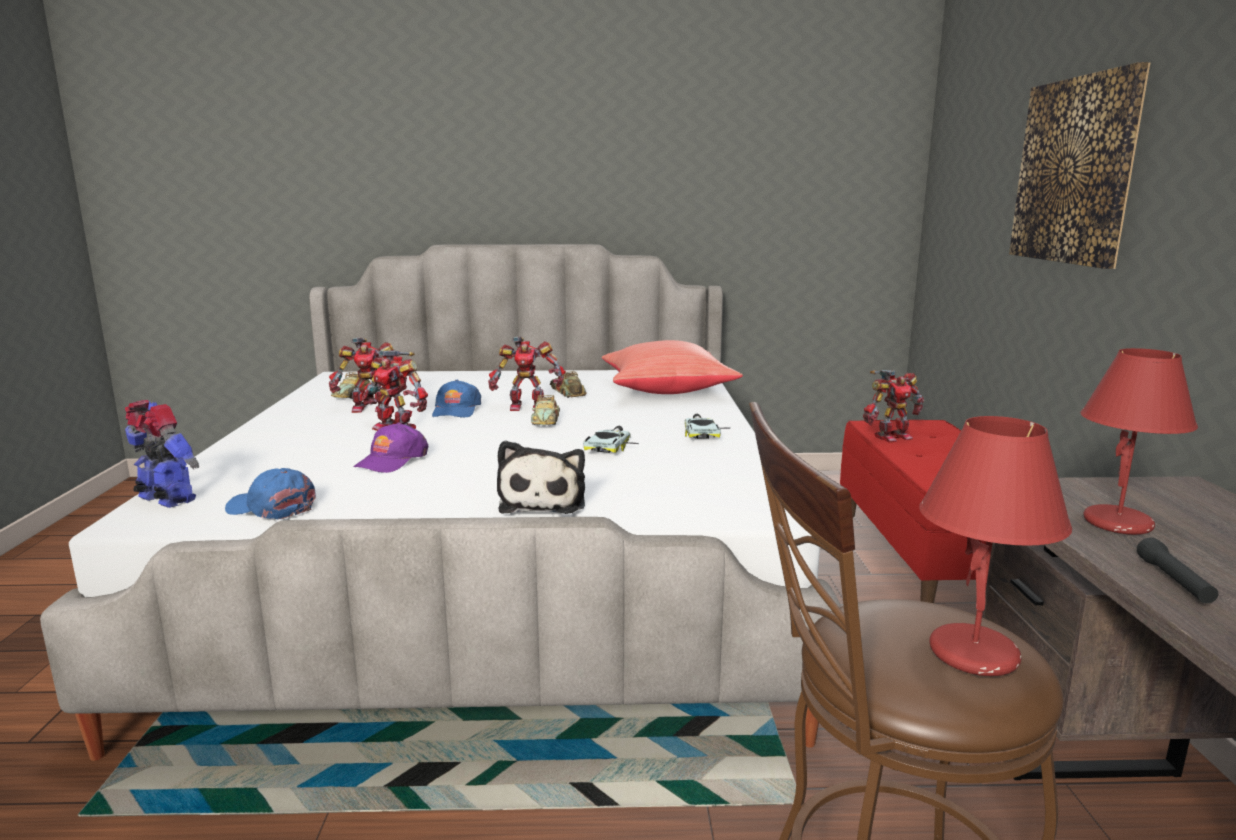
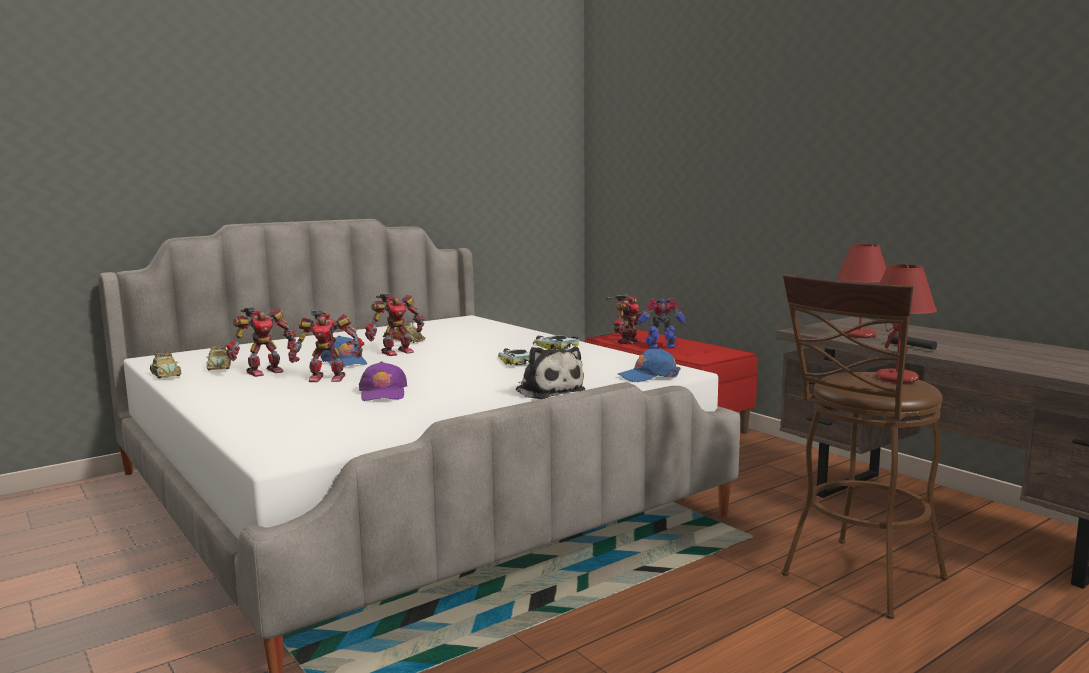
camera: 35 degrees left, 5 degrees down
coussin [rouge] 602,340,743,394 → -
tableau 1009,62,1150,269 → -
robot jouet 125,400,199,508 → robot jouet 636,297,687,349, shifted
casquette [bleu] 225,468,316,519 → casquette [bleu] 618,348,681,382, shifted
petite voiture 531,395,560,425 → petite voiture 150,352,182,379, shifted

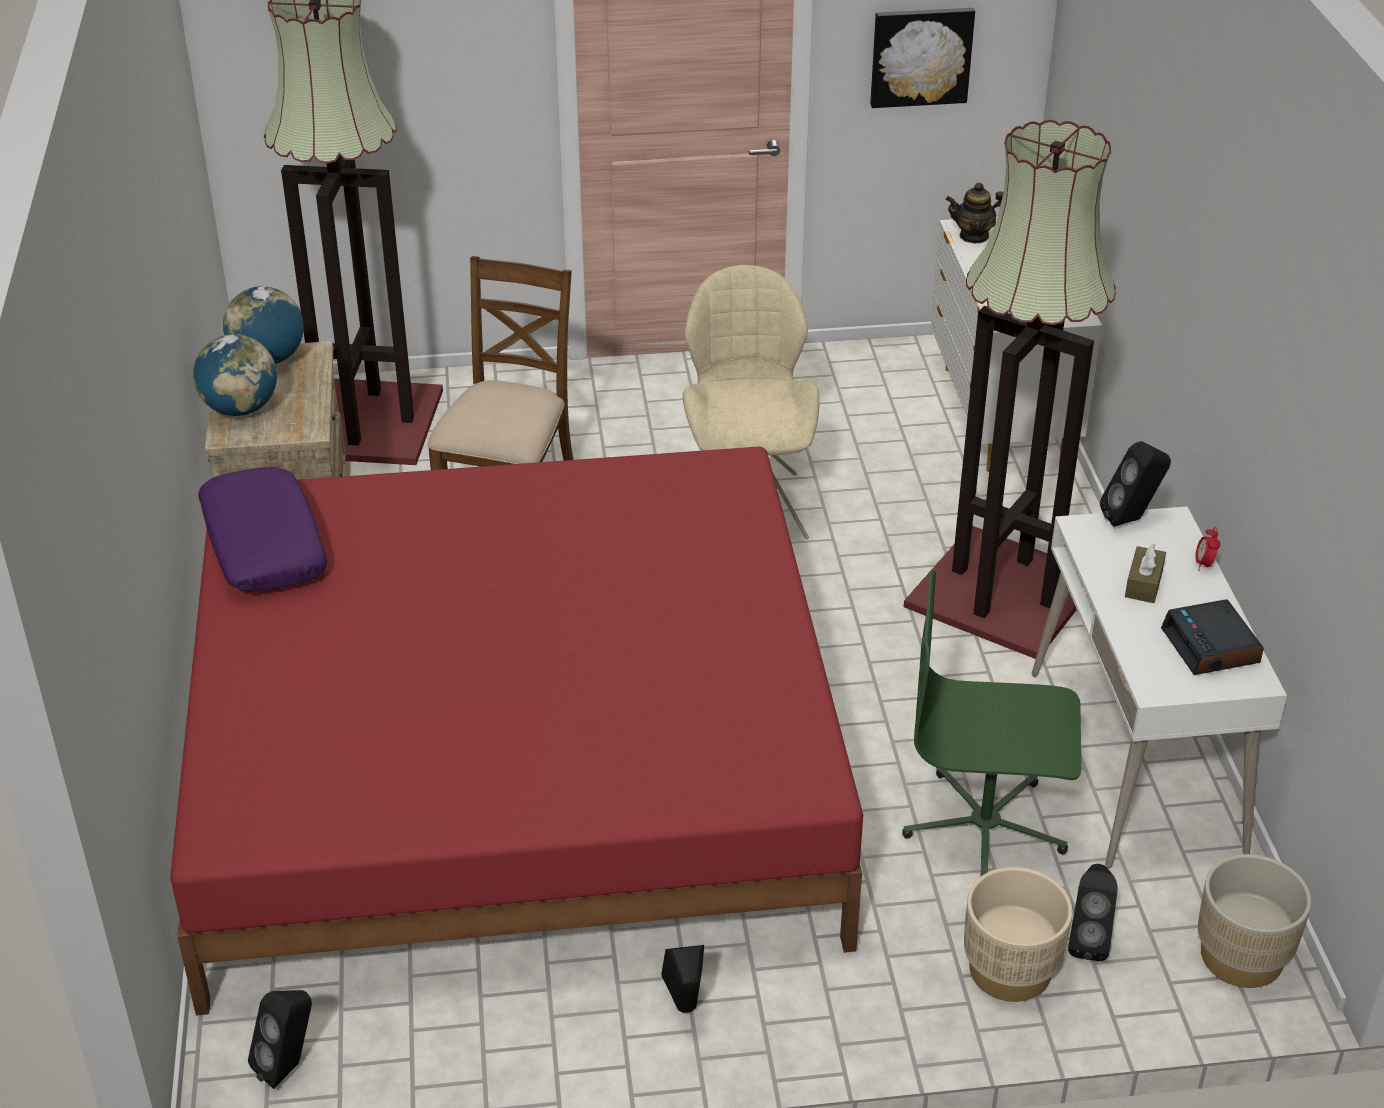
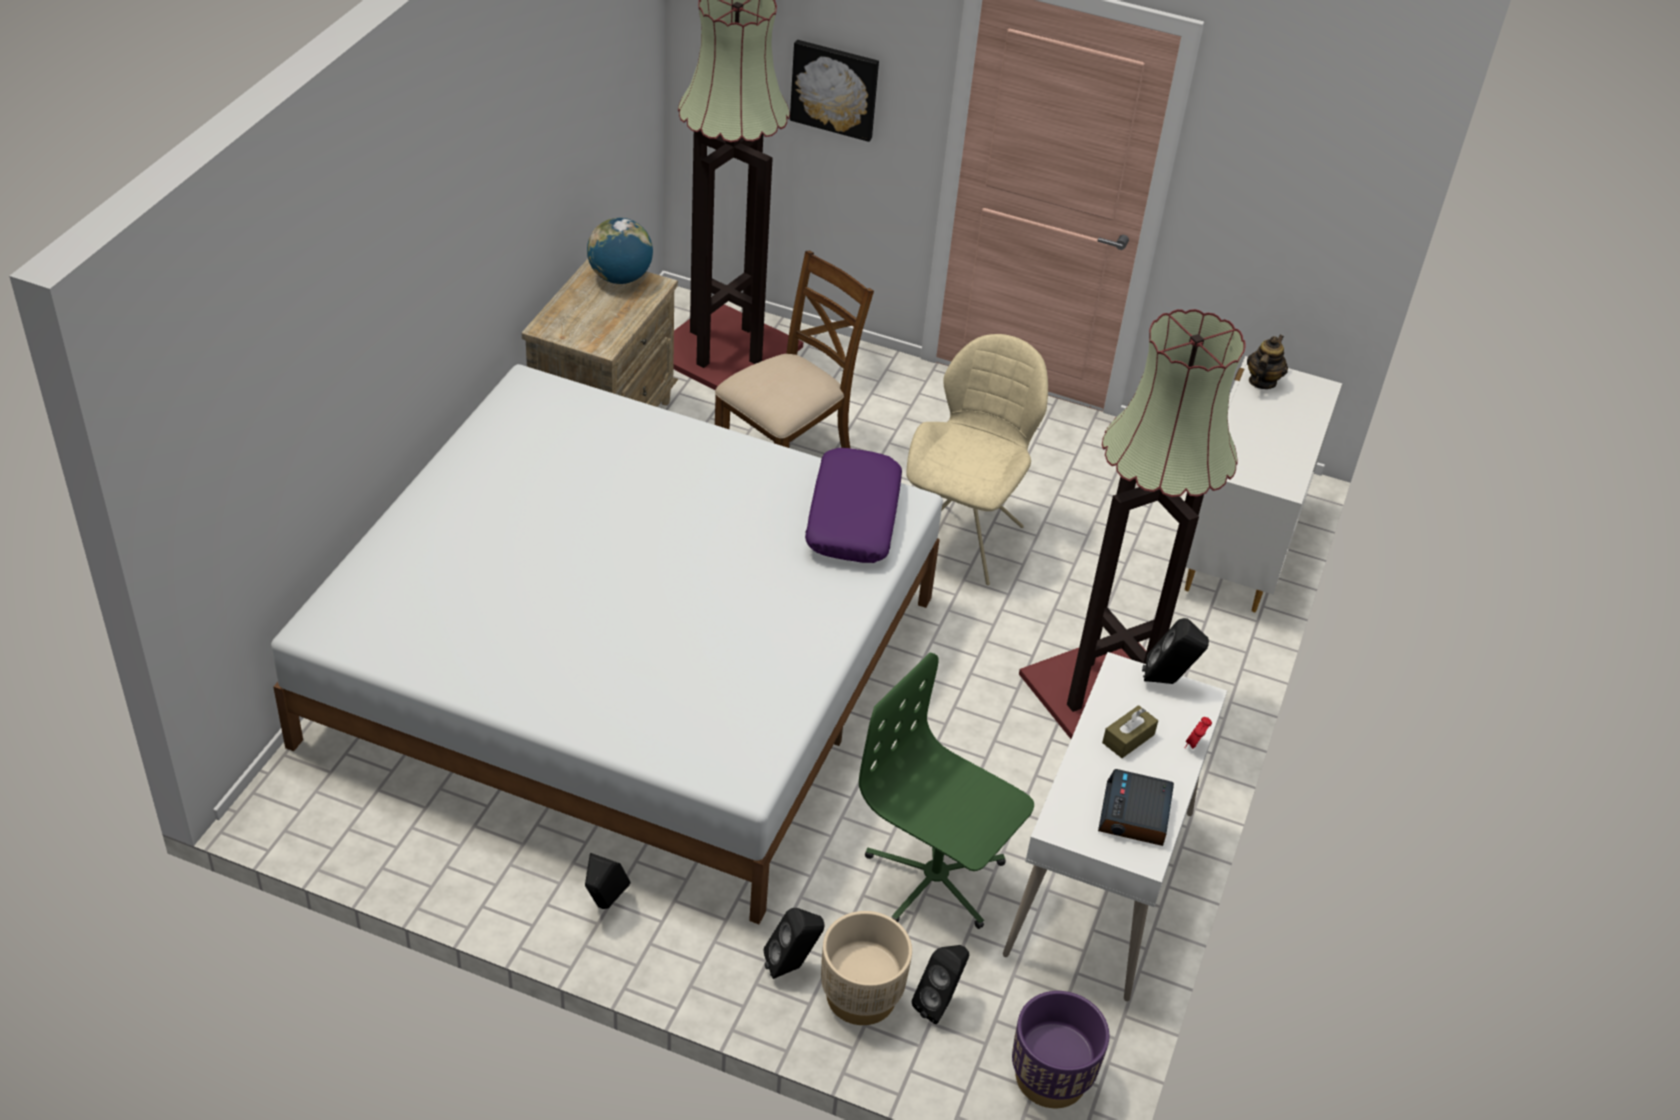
camera: 25 degrees right, 5 degrees up
globe 193,334,277,416 → -
coussin [violet] 198,467,327,591 → coussin [violet] 805,448,902,563, shifted
enceinte [noir] 248,990,312,1089 → enceinte [noir] 763,908,824,979, shifted
tableau 870,8,975,108 → tableau 790,40,879,142, shifted
lit [rouge] 170,447,863,1016 → lit [blanc] 271,364,943,924
cache-pot [beige] 1198,854,1311,988 → cache-pot [violet] 1012,991,1110,1108
théière 945,182,1004,243 → théière 1247,335,1288,389, 90 degrees clockwise

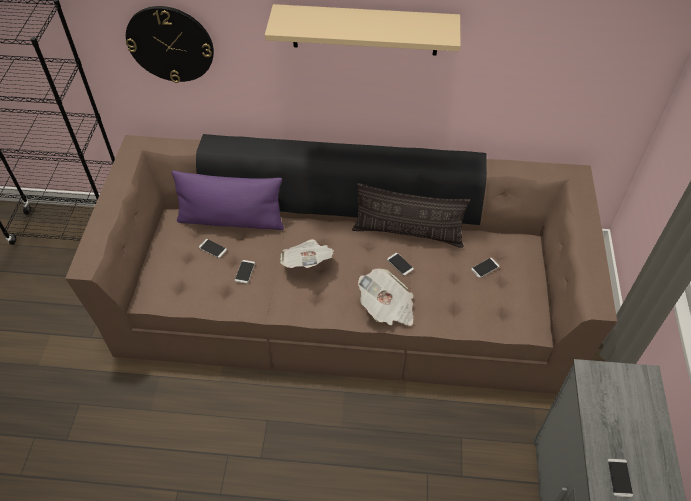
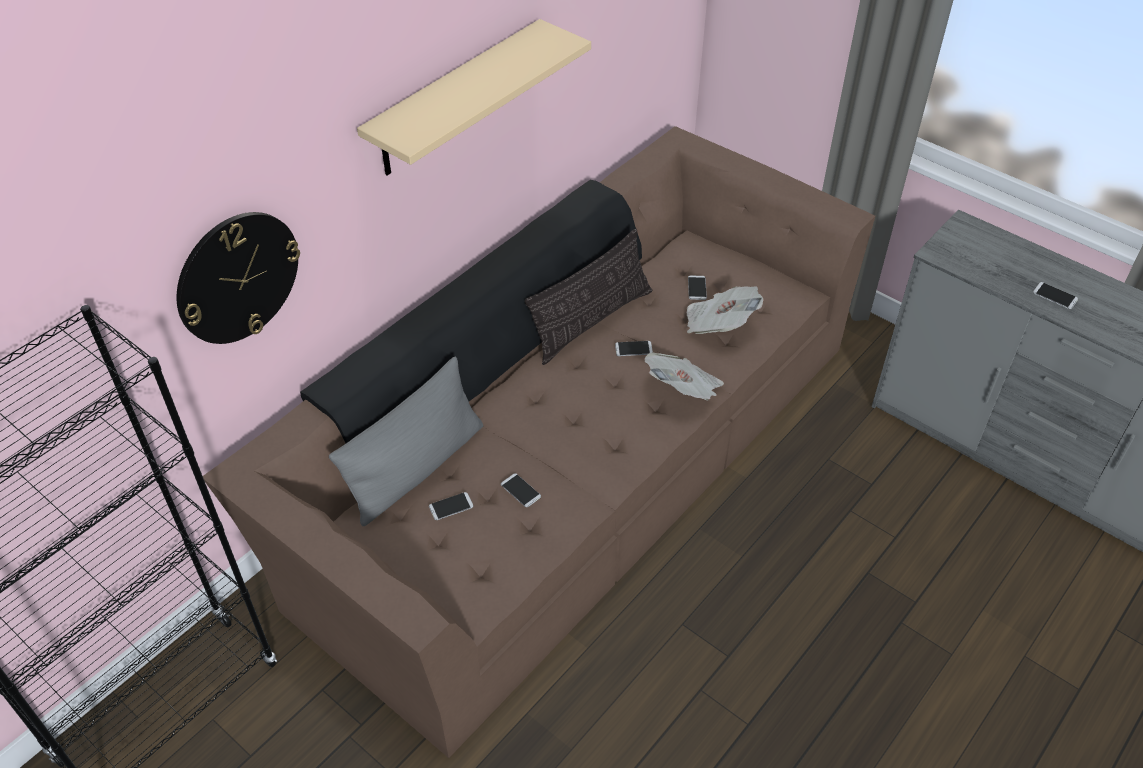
camera: 55 degrees left, 5 degrees down
journal 280,239,334,268 → journal 687,286,763,334, shifted
coussin [violet] 172,171,284,230 → coussin [gris] 329,357,483,526

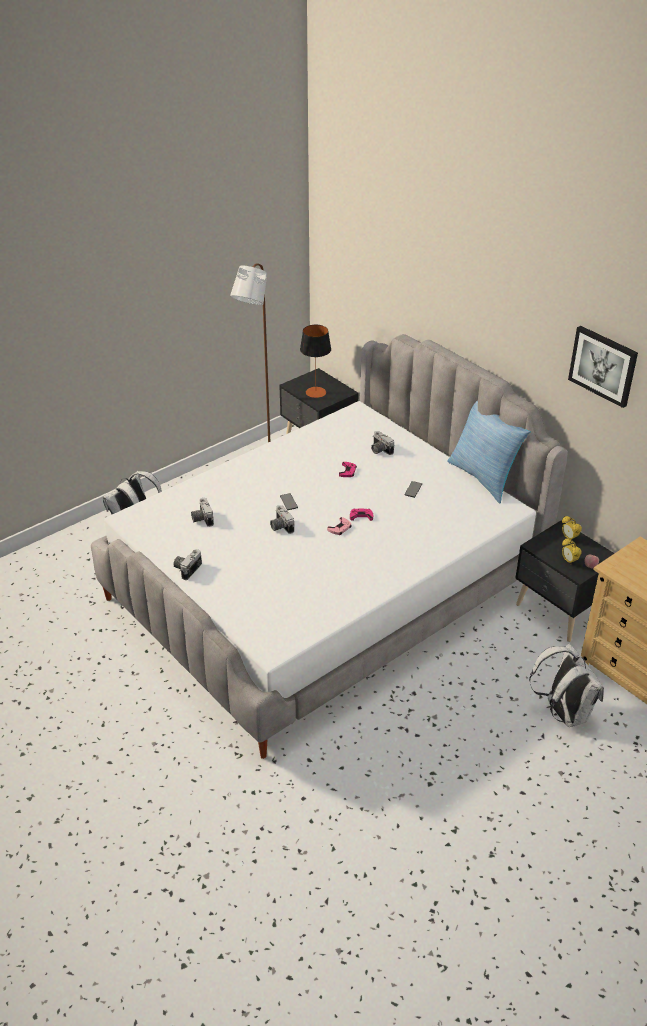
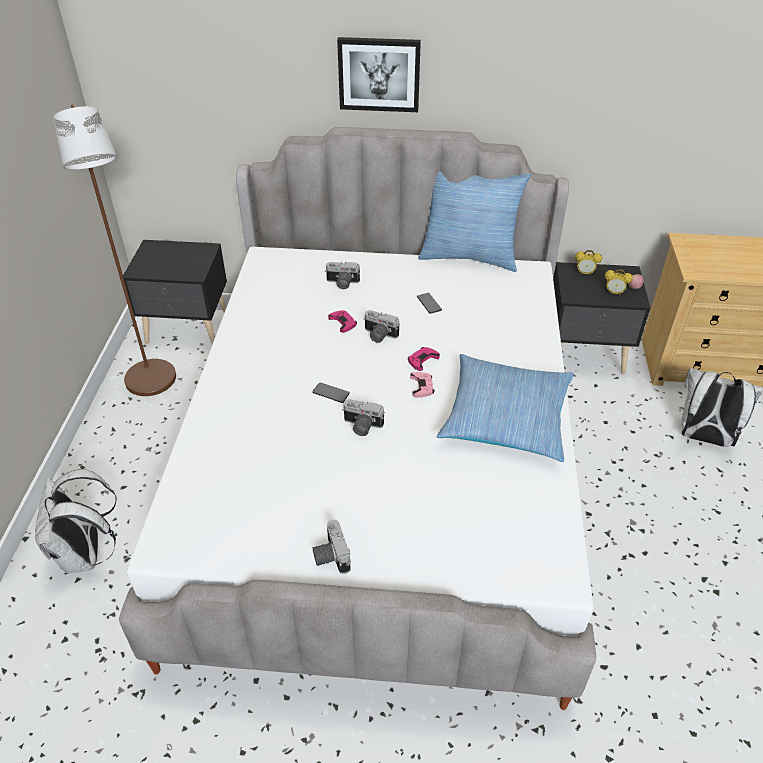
camera: 45 degrees left, 5 degrees up
lampe de table 300,325,331,398 → -
- → coussin 437,354,574,462
appareil photo 191,498,214,527 → appareil photo 363,310,400,343, shifted
tableau 568,326,638,408 → tableau 337,37,421,112, shifted

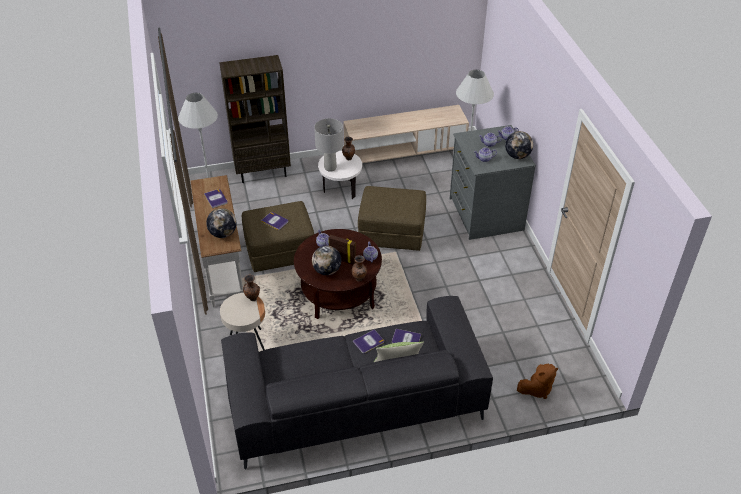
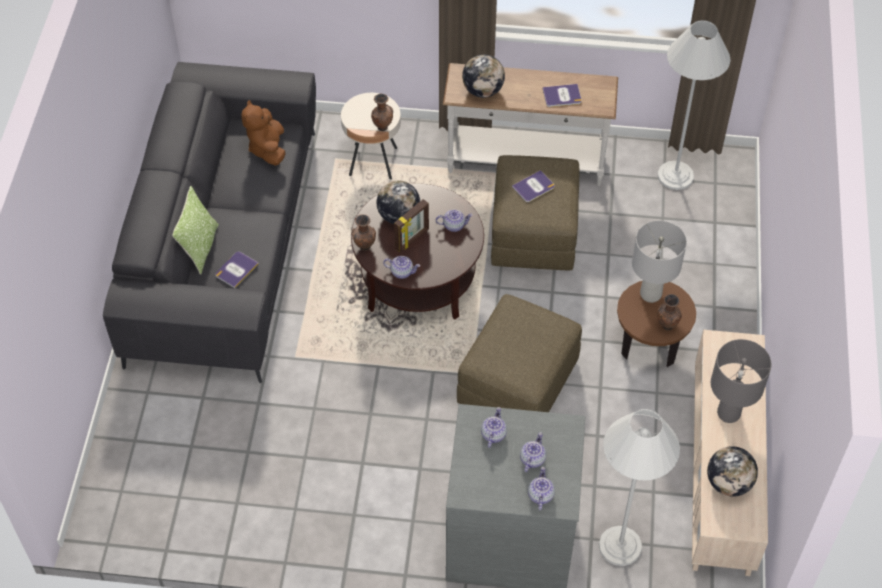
camera: 110 degrees right, 10 degrees up
bibliothèque [marron] 219,55,291,183 → -
livre 353,329,384,353 → -
- → lampe de table [gris] 711,339,772,423
globe 505,131,533,159 → globe 707,446,758,497, shifted
peluche [marron] 517,364,558,399 → peluche [marron] 241,100,286,166, shifted
table d'appoint [blanc] 318,151,362,199 → table d'appoint [marron] 617,281,696,367

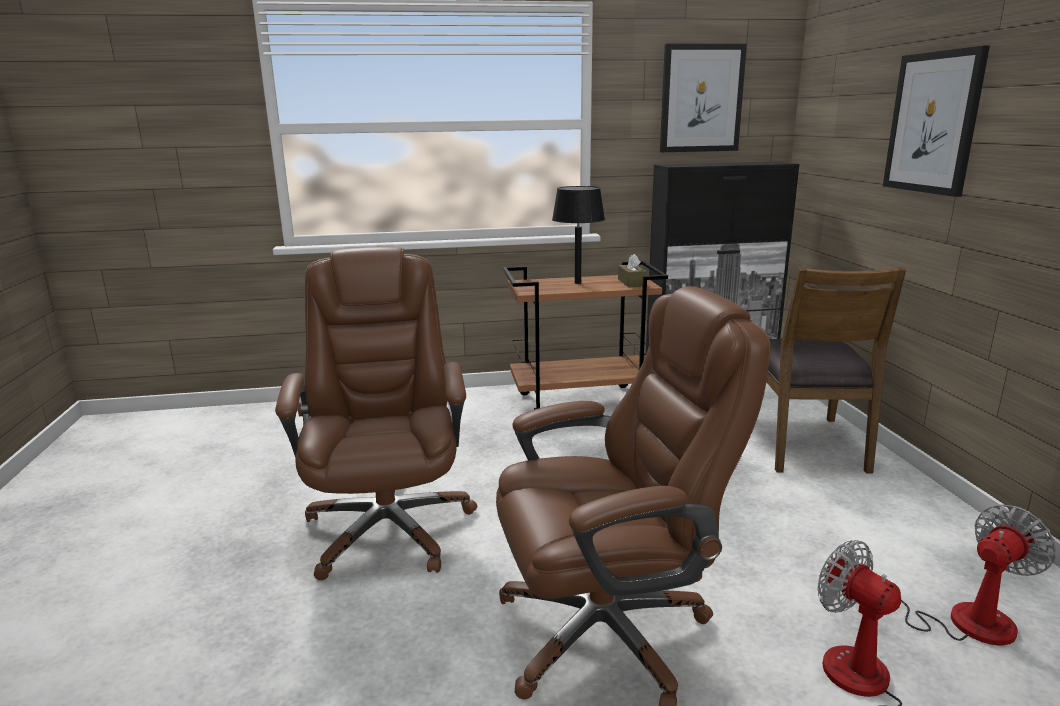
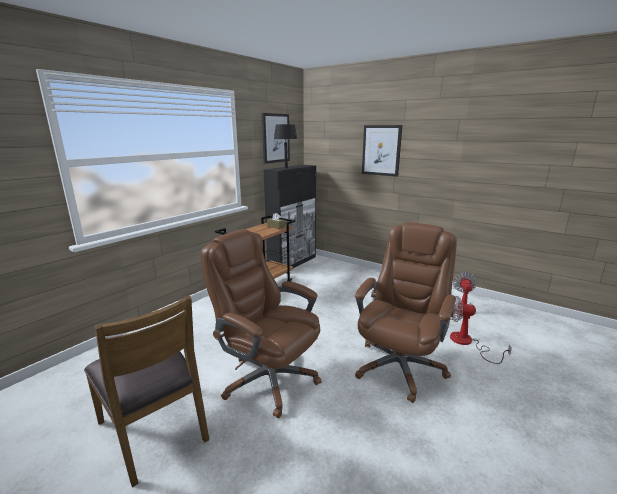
camera: 45 degrees left, 0 degrees up
lampe de table [noir] 552,186,605,284 → lampe de table [noir] 274,124,297,169, shifted
chaise [marron] 767,267,906,474 → chaise [marron] 84,296,209,487, shifted

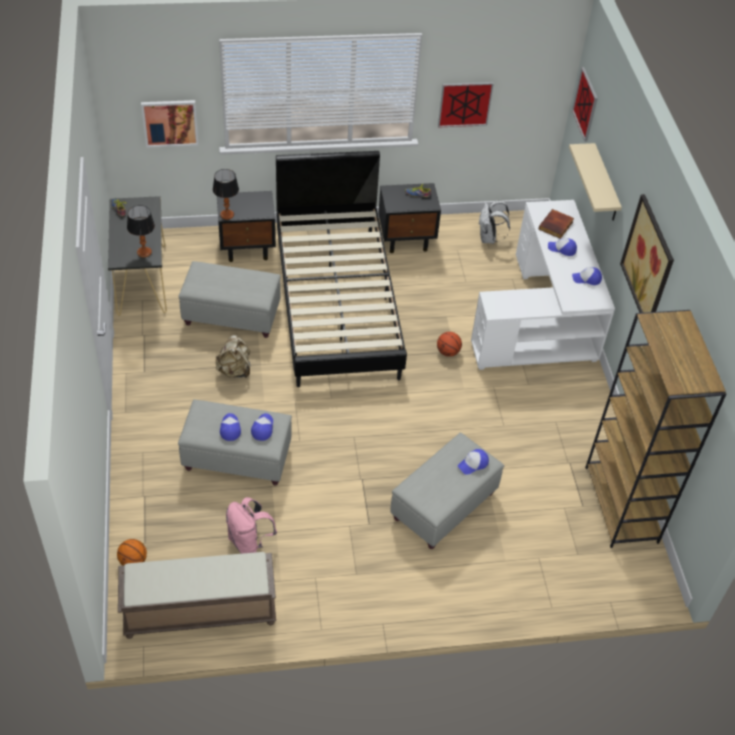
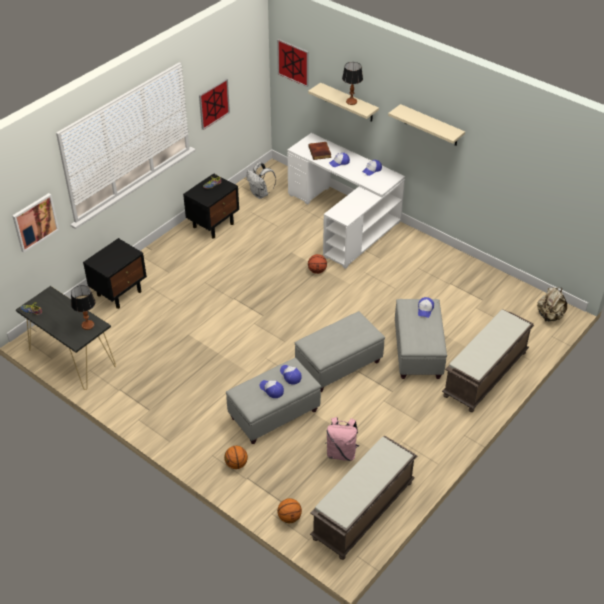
camera: 40 degrees left, 5 degrees down
lit [noir] 276,151,407,387 → -
bibliothèque [marron] 585,310,726,548 → -
- → ballon de basket 224,446,248,469
- → banc [marron] 442,309,534,412
pouf [gris] 179,261,281,338 → pouf [gris] 294,311,385,392, shifted
lampe de table 213,169,239,220 → lampe de table 342,62,363,105, shifted
sac à dos [beige] 216,335,250,378 → sac à dos [beige] 537,287,567,322, shifted
tableau 620,194,674,313 → étagère [beige] 388,104,465,146

